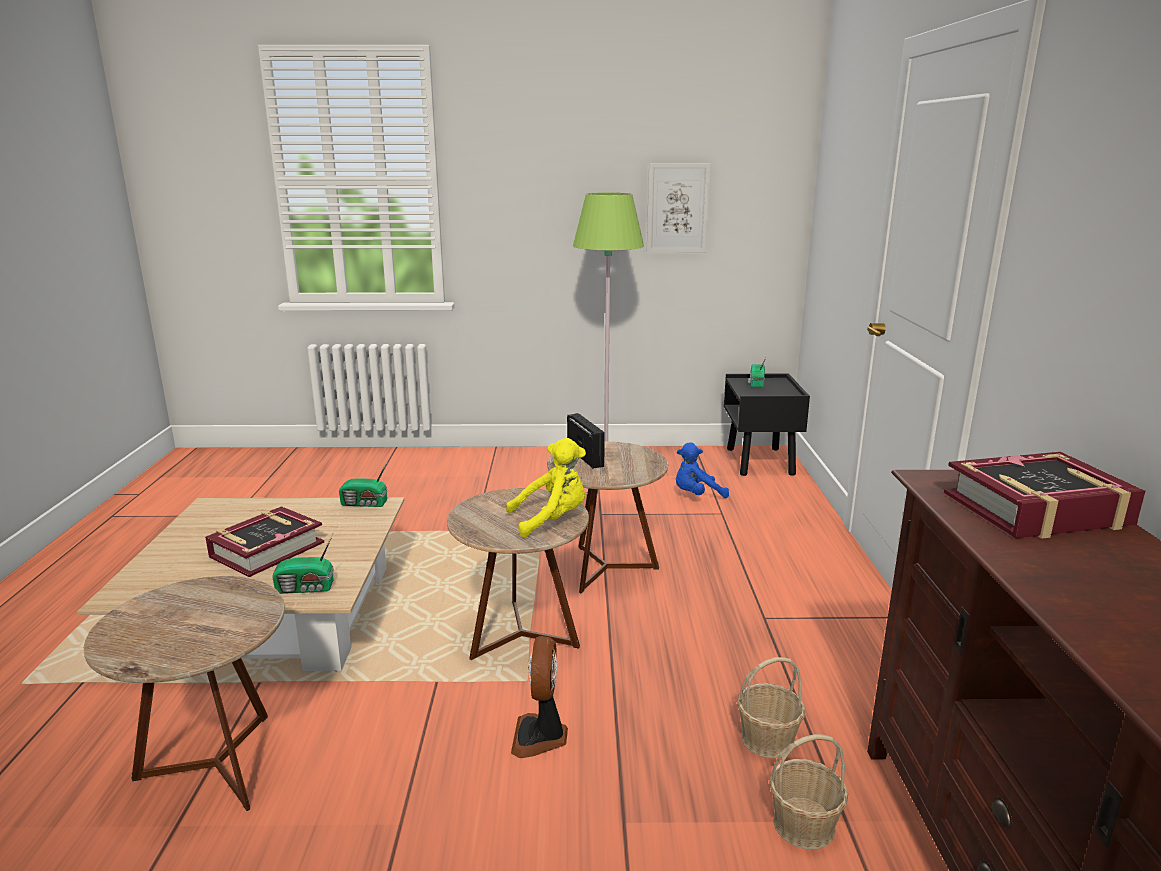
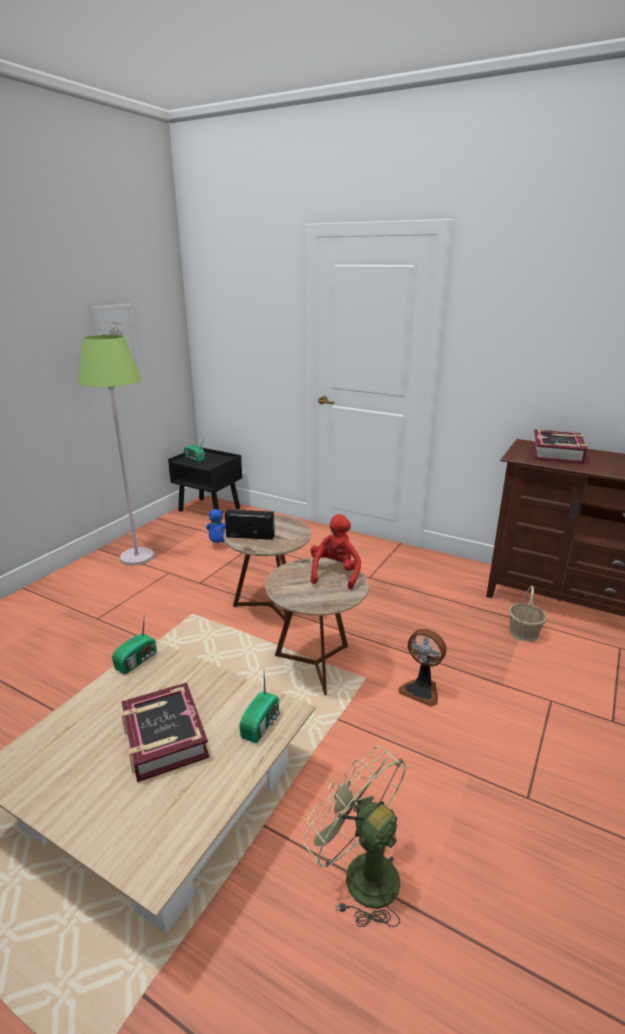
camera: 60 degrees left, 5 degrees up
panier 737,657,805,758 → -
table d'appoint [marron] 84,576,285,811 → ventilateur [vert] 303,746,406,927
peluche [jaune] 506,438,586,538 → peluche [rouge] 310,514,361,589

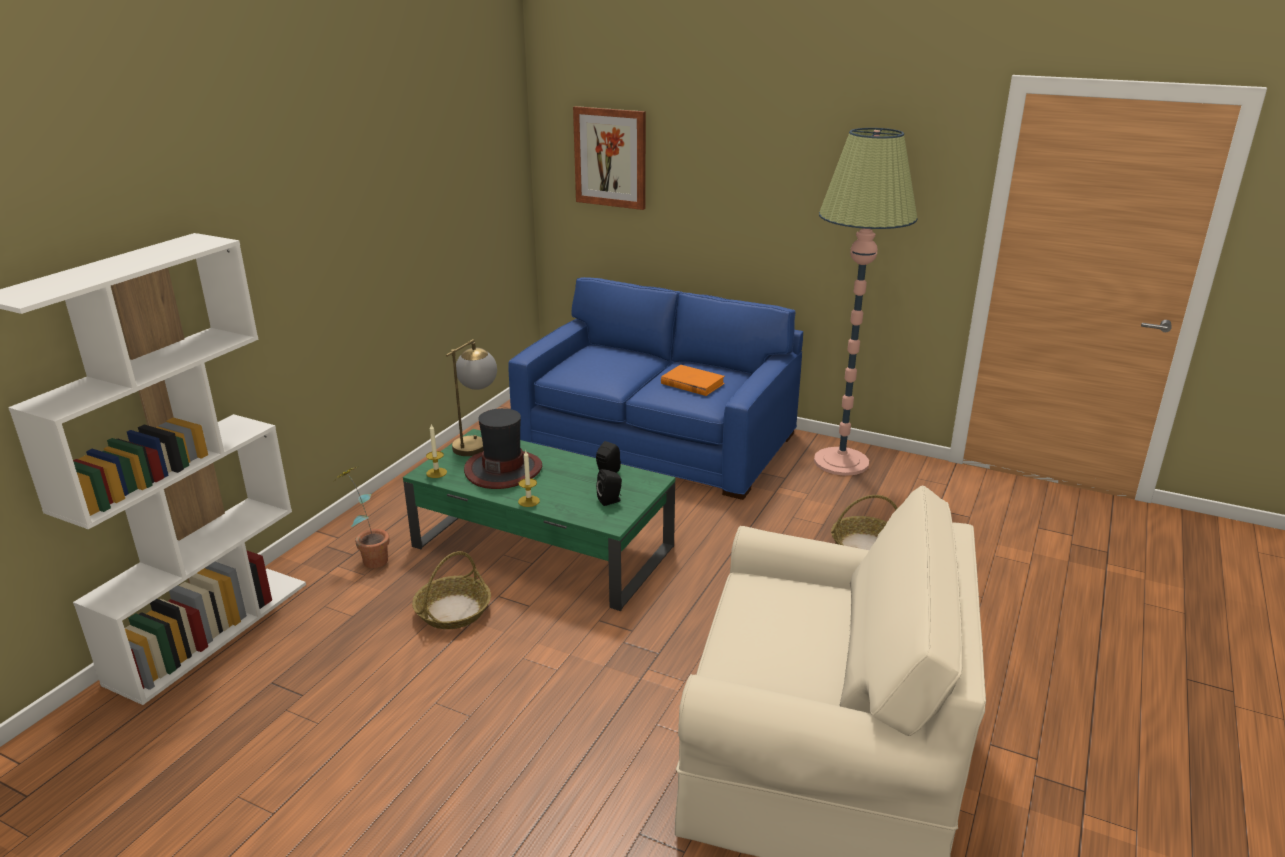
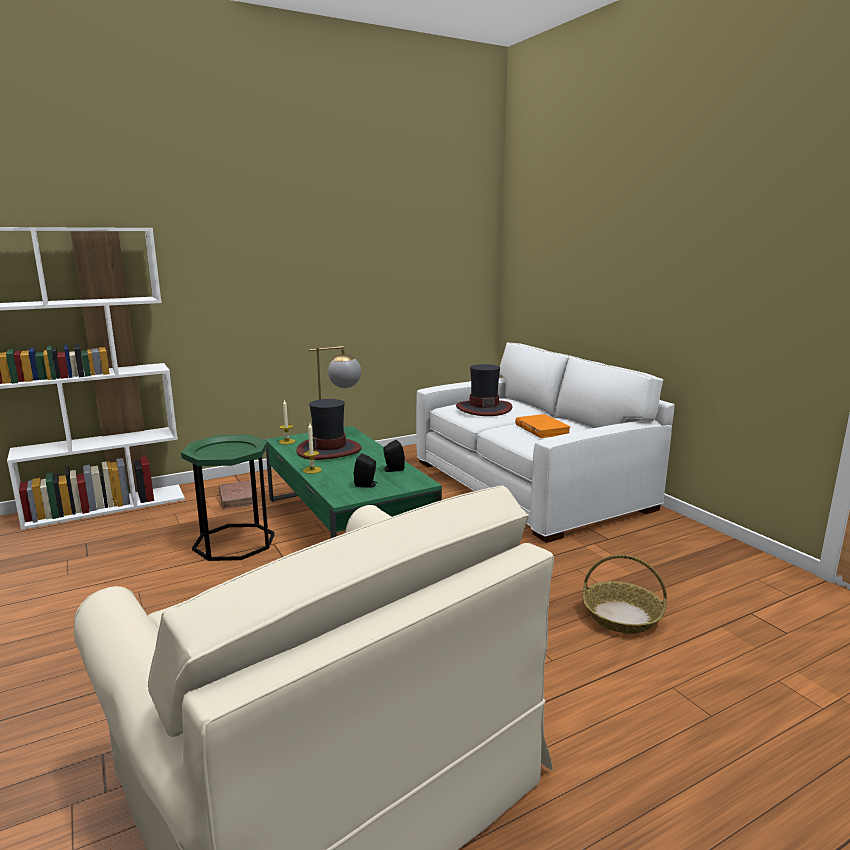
camera: 35 degrees right, 10 degrees down
tableau 573,106,646,210 → -
lampadaire 814,128,918,476 → -
- → chapeau 456,364,512,416
plante en pot 336,467,389,568 → livre [marron] 219,481,253,509
panier 412,551,491,629 → table d'appoint [vert] 181,435,275,561
canapé [bleu] 508,277,803,500 → canapé [blanc] 416,342,675,543

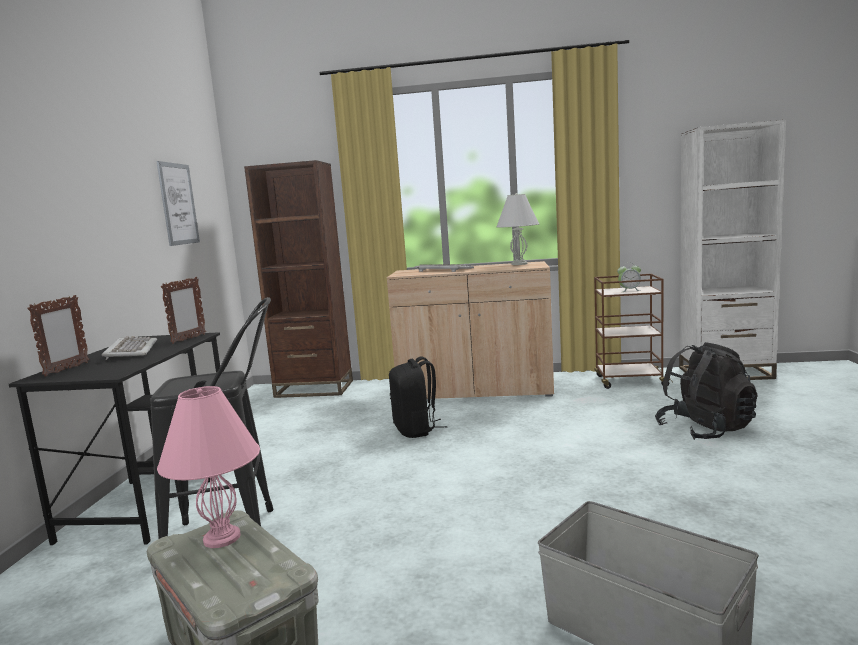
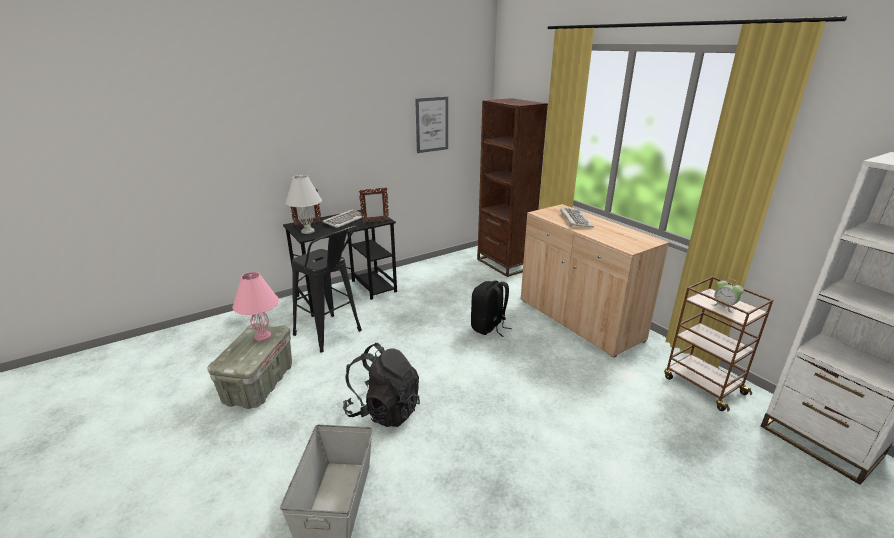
camera: 50 degrees right, 15 degrees up
lampe de table [blanc] 497,193,539,265 → lampe de table [blanc] 285,175,322,234, shifted
sac à dos [noir] 655,342,758,440 → sac à dos [noir] 343,343,420,427, shifted

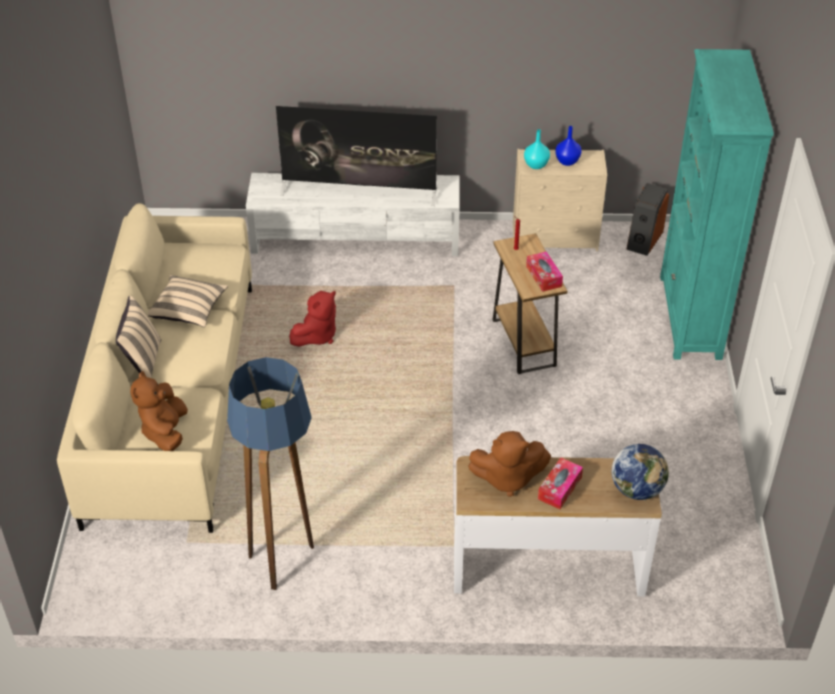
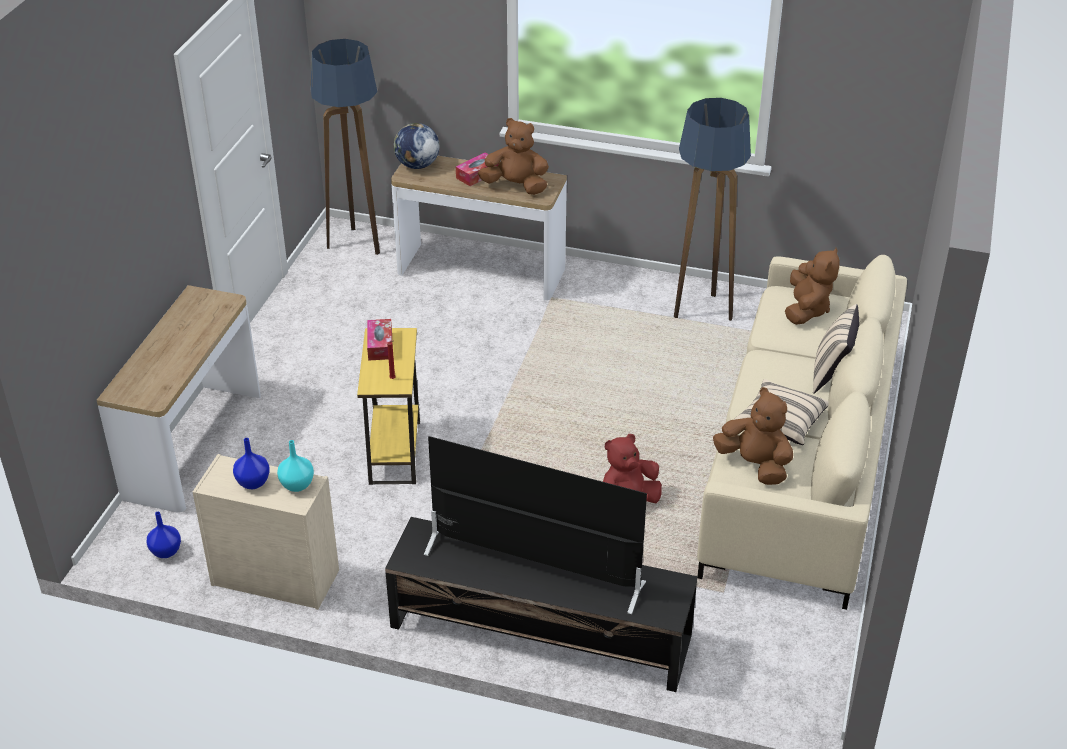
camera: 165 degrees left, 5 degrees down
- → lampadaire 310,39,380,255
- → peluche [marron] 713,387,793,485
enceinte 626,183,669,256 → vase [bleu] 147,512,181,558
bibliothèque [turquoise] 660,49,774,360 → table console 97,285,261,512
meuble télé [blanc] 246,173,460,256 → meuble télé [noir] 385,517,698,692
table d'appoint [marron] 492,233,567,374 → table d'appoint [jaune] 357,328,420,485

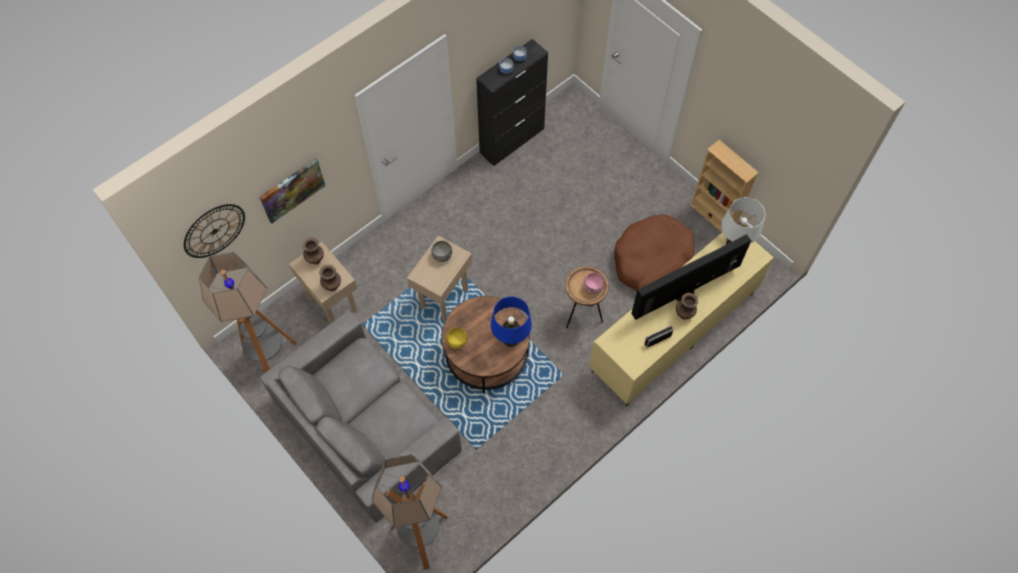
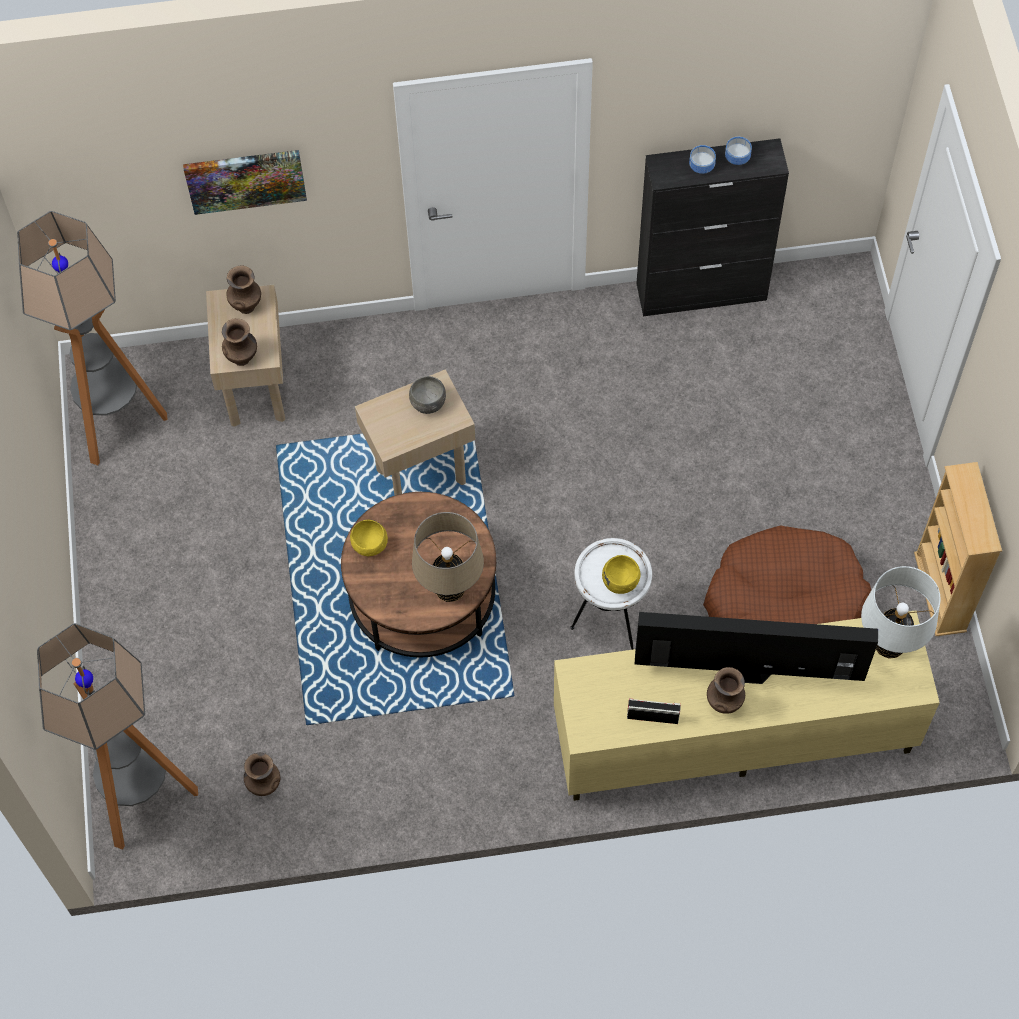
camera: 35 degrees right, 0 degrees up
horloge murale 184,204,245,258 → -
canapé [gris] 260,311,462,523 → -
- → vase [marron] 244,753,280,796
lampe de table [bleu] 491,297,532,347 → lampe de table [beige] 412,512,484,602
table d'appoint [marron] 565,266,609,328 → table d'appoint [blanc] 570,538,652,650
bol [rose] 583,272,605,294 → bol [jaune] 602,555,640,594

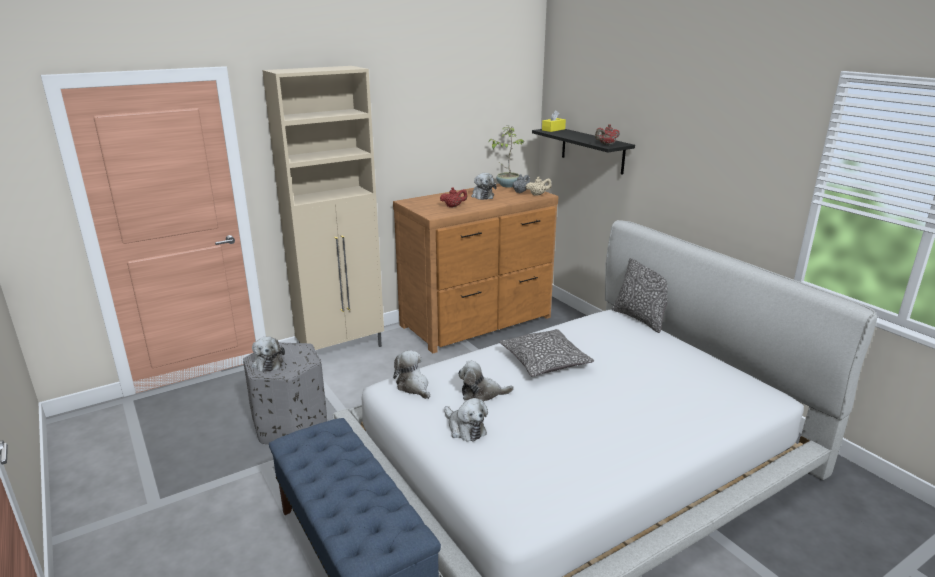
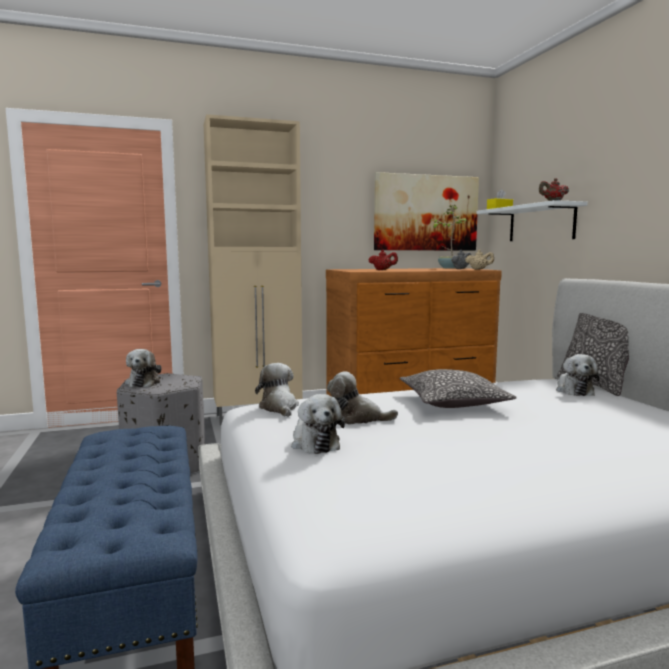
camera: 15 degrees right, 15 degrees down
- → tableau 374,172,479,250
peluche 471,173,497,200 → peluche 556,354,599,396, shifted
étagère [noir] 532,129,635,175 → étagère [blanc] 476,200,588,241

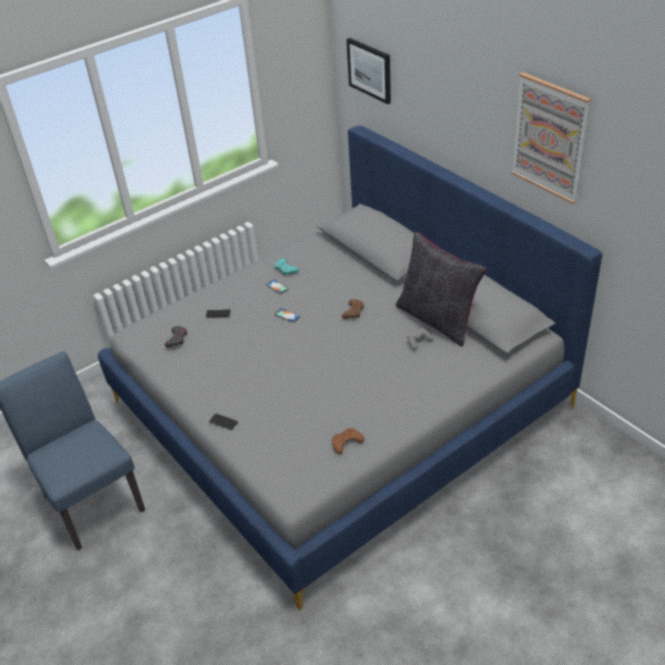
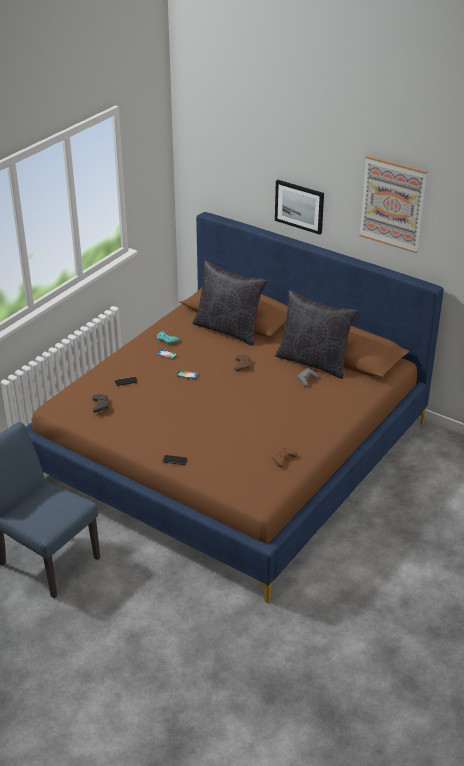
camera: 20 degrees left, 5 degrees down
- → coussin [noir] 192,261,267,346
tableau 347,38,391,104 → tableau 275,180,324,235, shifted
lit [gris] 98,125,602,610 → lit [marron] 26,212,444,603

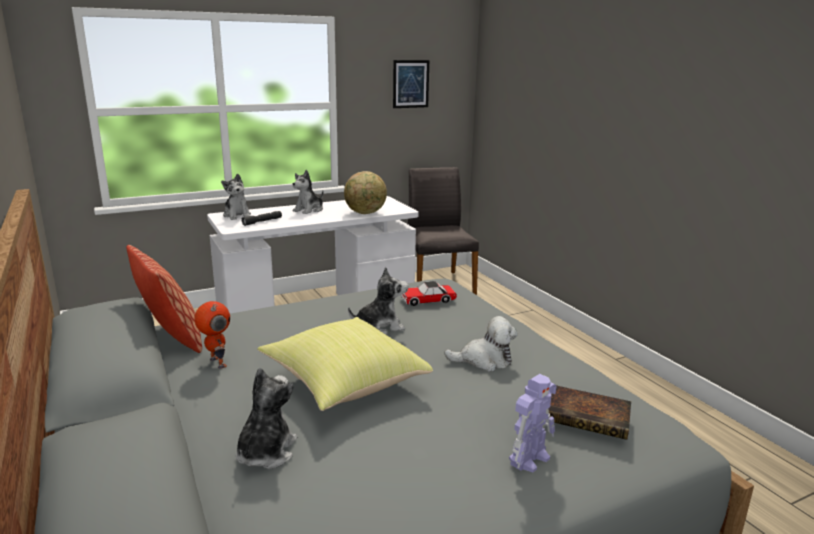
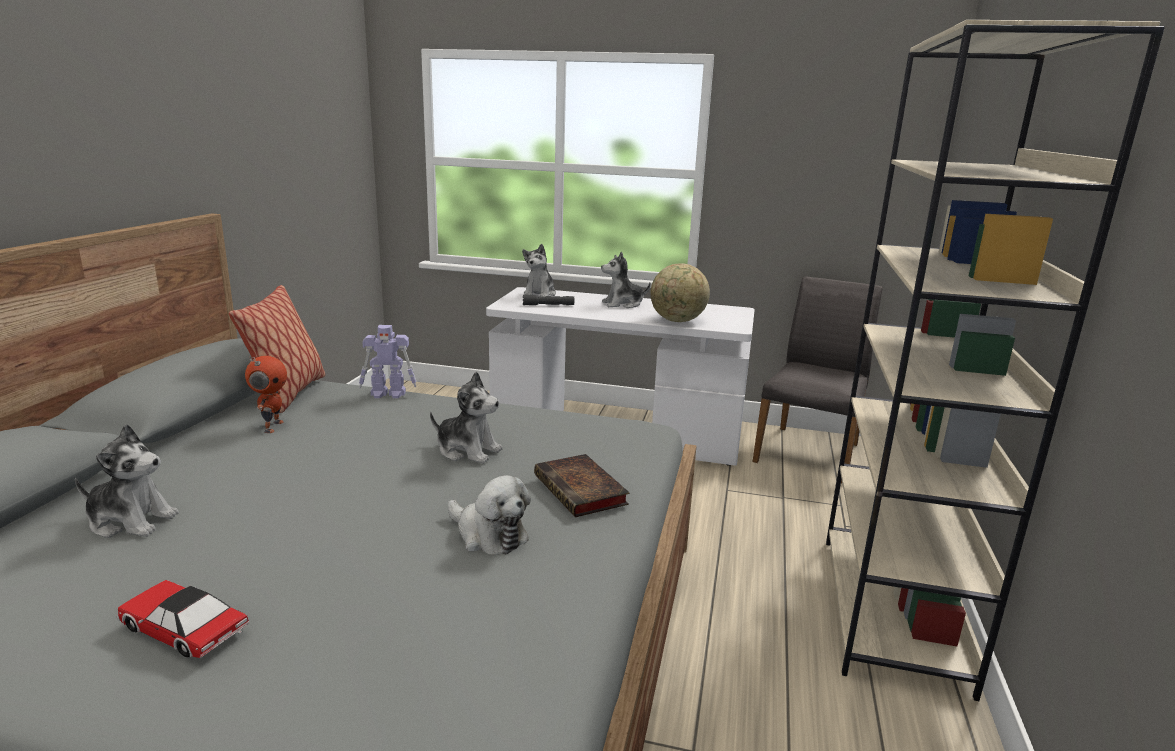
camera: 40 degrees right, 0 degrees up
coussin [jaune] 257,317,433,411 → -
tableau 393,60,429,108 → -
- → bibliothèque [beige] 826,20,1165,701
petite voiture 400,281,457,306 → petite voiture 117,580,249,658, shifted
robot jouet 509,374,556,472 → robot jouet 359,325,416,398, shifted
livre 548,385,631,440 → livre 534,454,629,517, shifted
peluche 236,368,297,469 → peluche 75,424,179,538, 45 degrees clockwise

